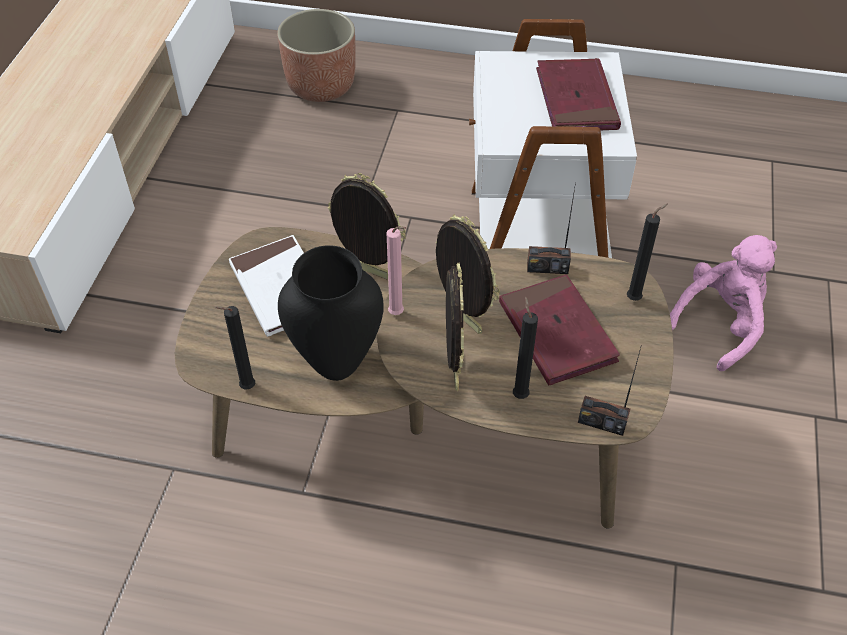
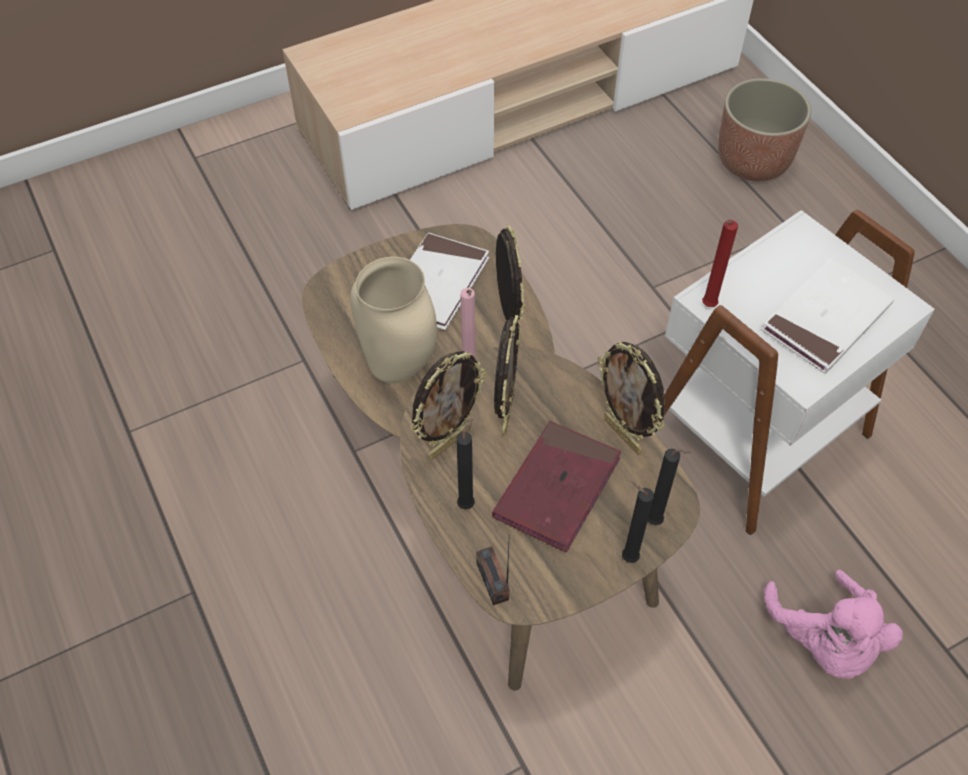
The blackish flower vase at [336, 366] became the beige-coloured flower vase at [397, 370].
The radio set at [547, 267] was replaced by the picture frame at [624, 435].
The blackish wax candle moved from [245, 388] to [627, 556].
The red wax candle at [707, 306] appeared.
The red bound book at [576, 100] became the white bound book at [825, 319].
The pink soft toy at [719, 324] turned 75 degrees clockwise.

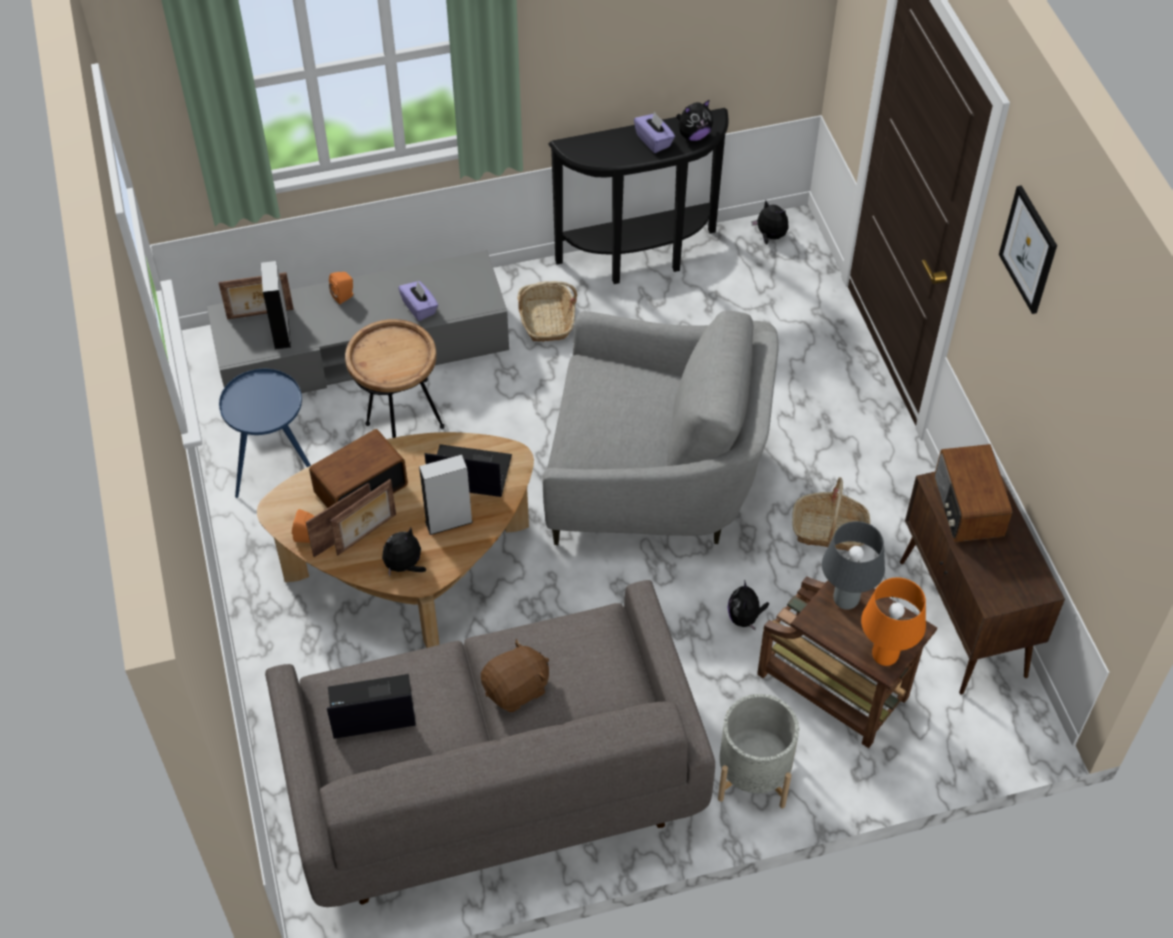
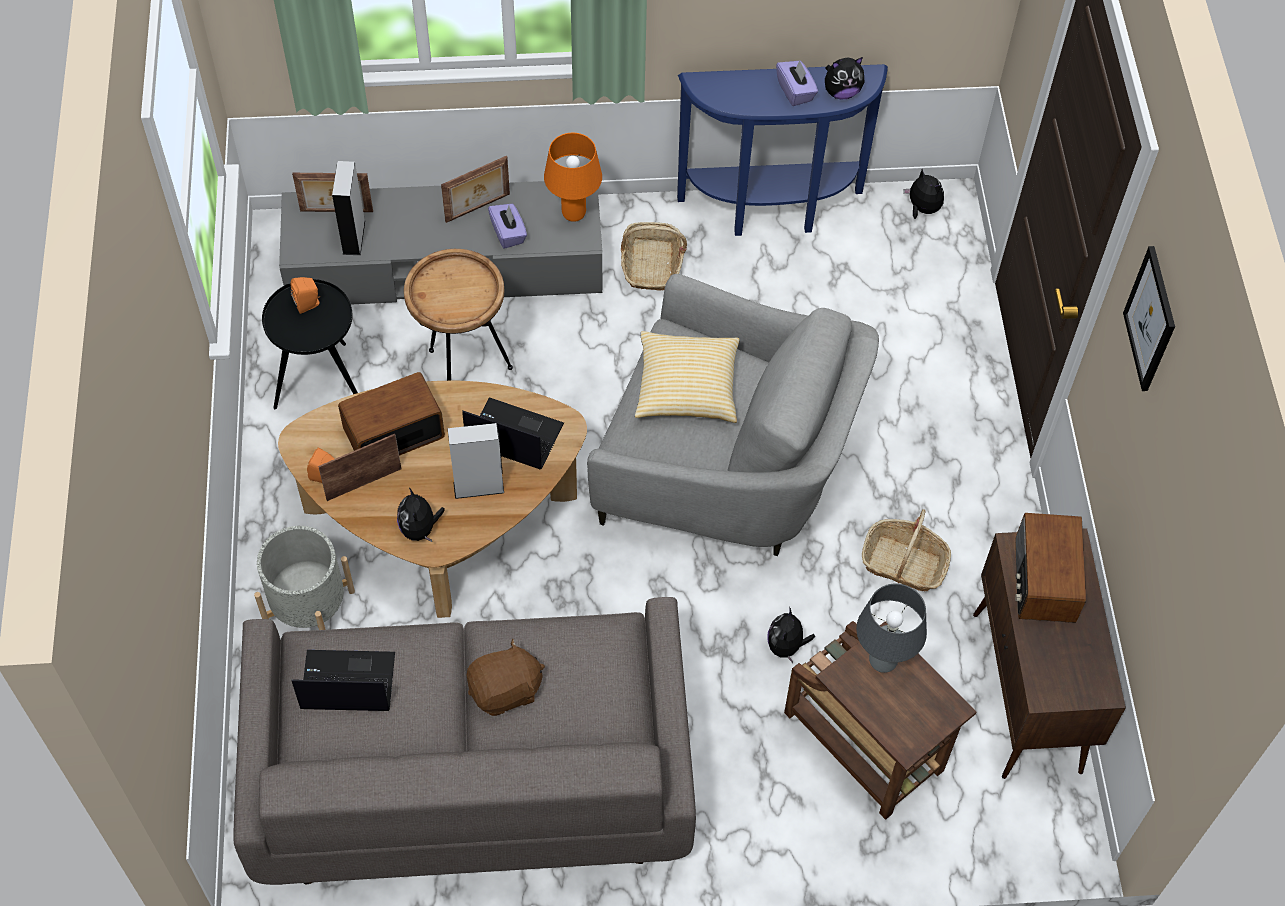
The gray plant pot moved from [753, 774] to [310, 608].
The bluish accent table at [277, 472] became the blackish accent table at [323, 388].
The orange-coloured audio speaker moved from [344, 296] to [308, 304].
The soft toy at [404, 566] turned 75 degrees counterclockwise.
The picture frame moved from [367, 535] to [478, 209].
The orange-coloured lamp for a table moved from [885, 657] to [573, 214].
The throw pillow at [687, 388] appeared.
The blackish hall table at [641, 259] became the bluish hall table at [772, 212].

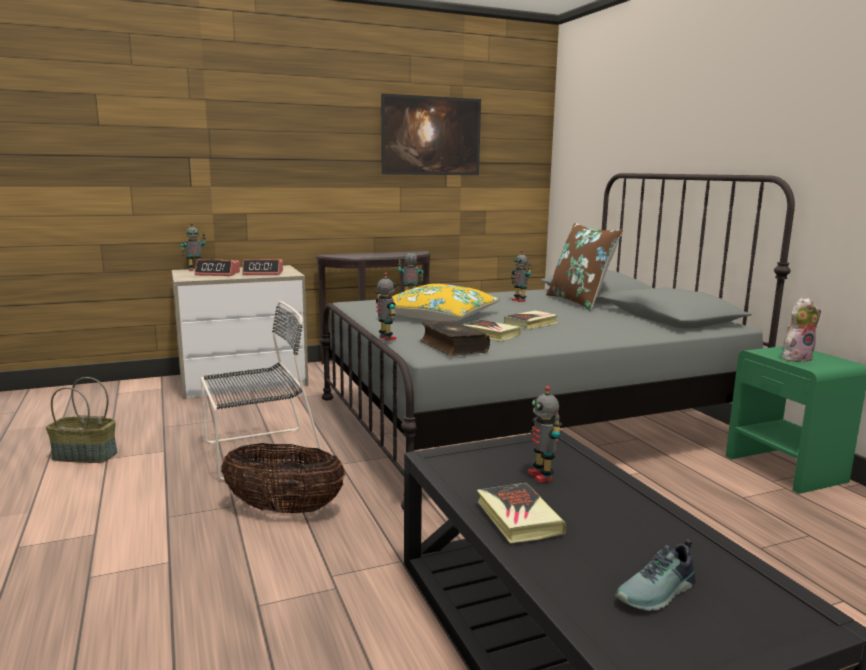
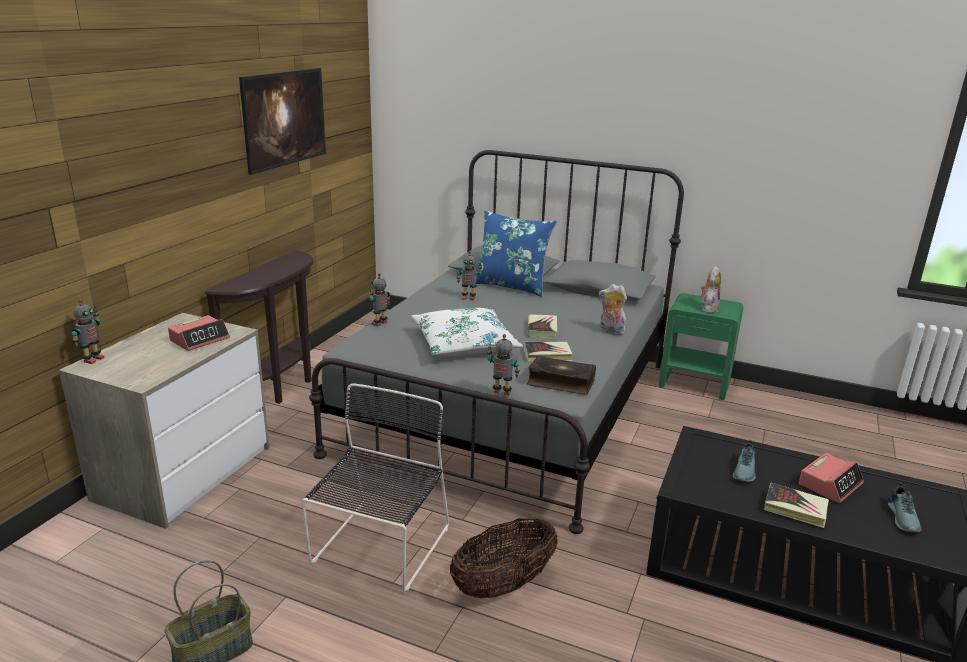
The yellowish throw pillow at [440, 316] became the white throw pillow at [464, 344].
The brown throw pillow at [579, 302] became the bluish throw pillow at [511, 286].
The soft toy at [610, 331] appeared.
The robot figure at [541, 476] was replaced by the item of footwear at [745, 471].
The bedside clock moved from [218, 274] to [830, 484].

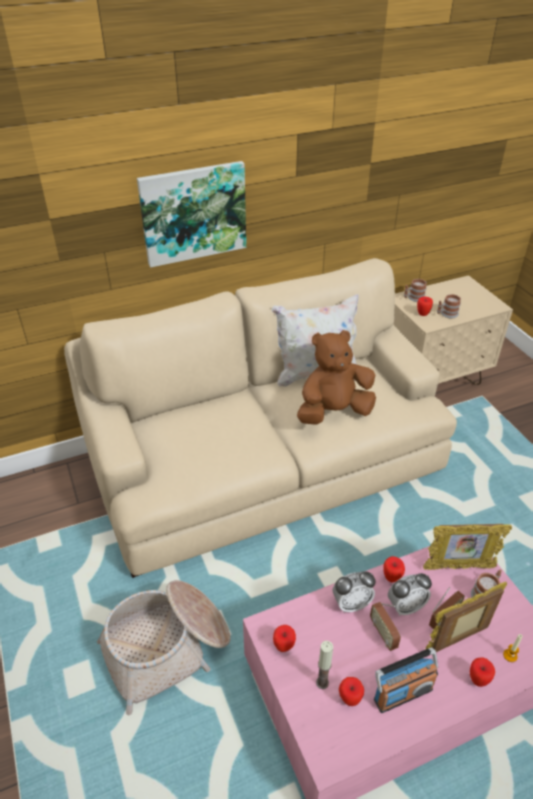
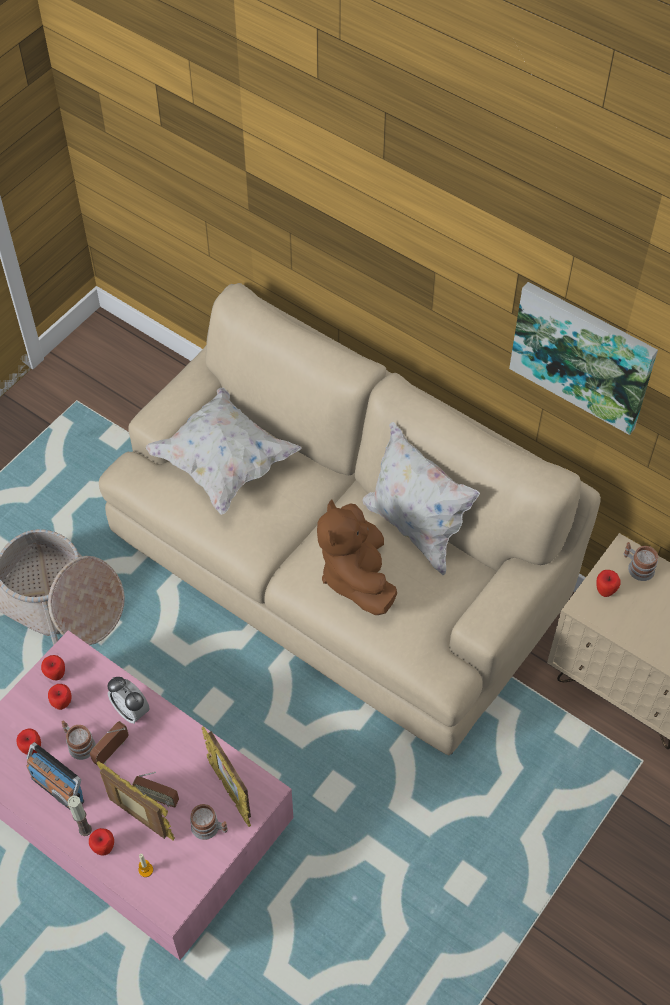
The apple fruit moved from [391, 577] to [62, 704].
The coffee mug moved from [446, 314] to [78, 744].
The wax candle moved from [322, 683] to [85, 829].
The white throw pillow at [223, 464] appeared.
The brown soft toy at [333, 412] turned 135 degrees counterclockwise.
The picture moved from [193, 213] to [583, 355].
The bedside clock at [405, 606] disappeared.

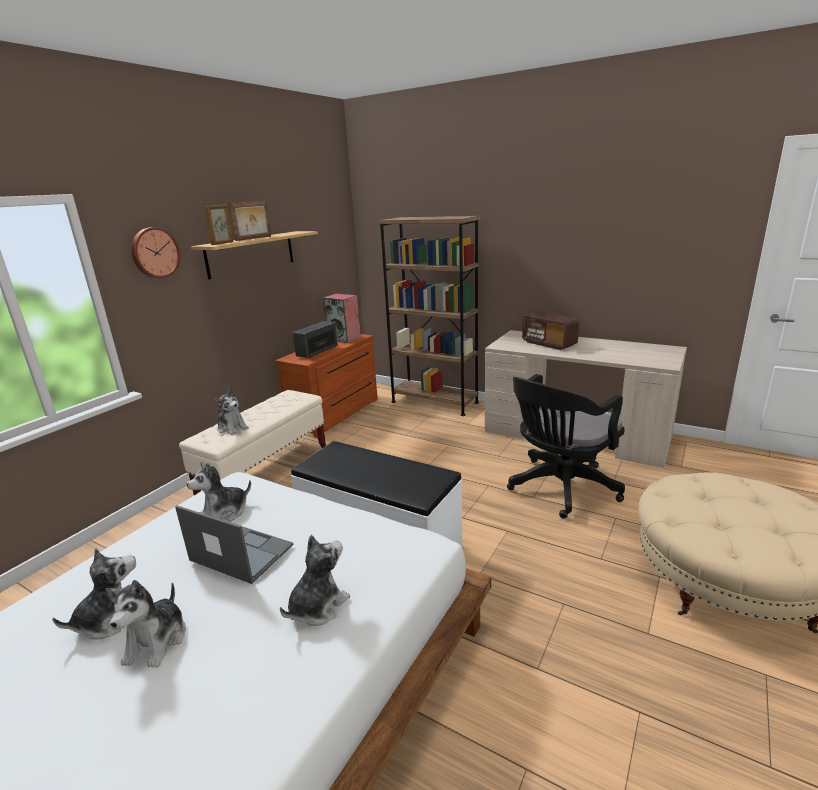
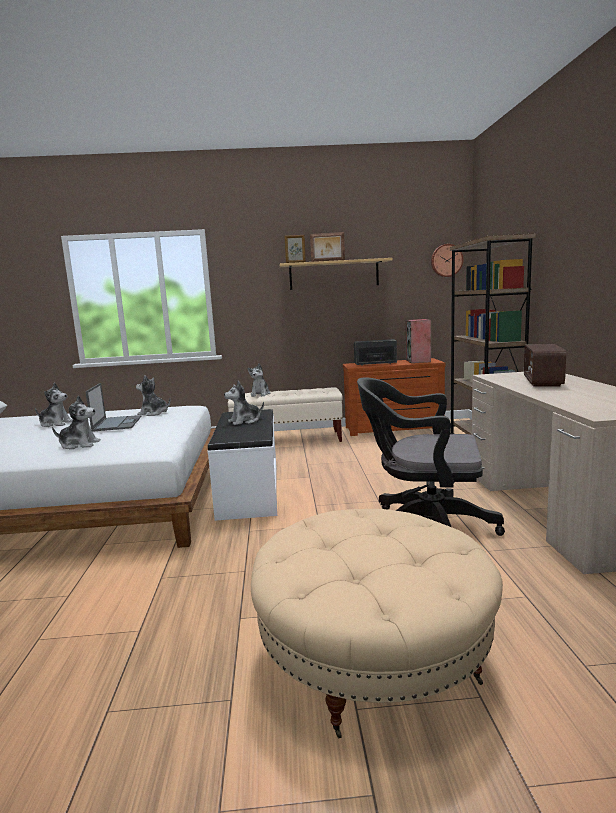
The soft toy moved from [157, 641] to [245, 421].
The hanging clock moved from [154, 253] to [446, 260].

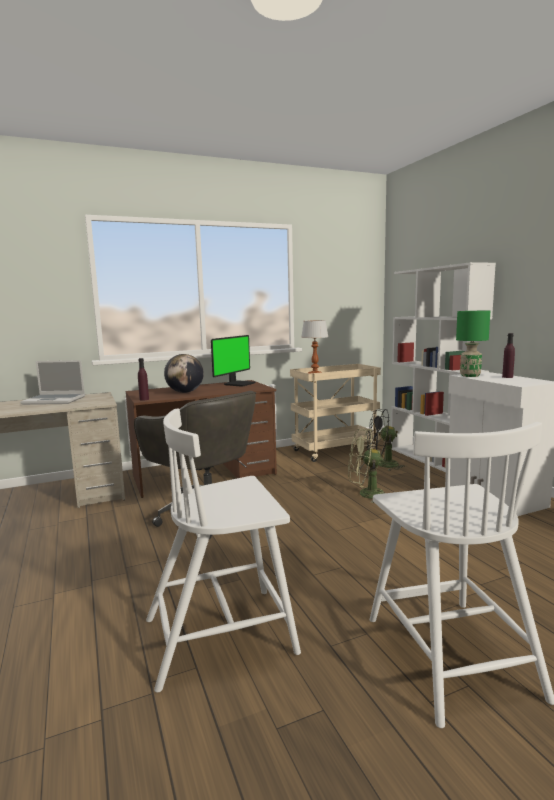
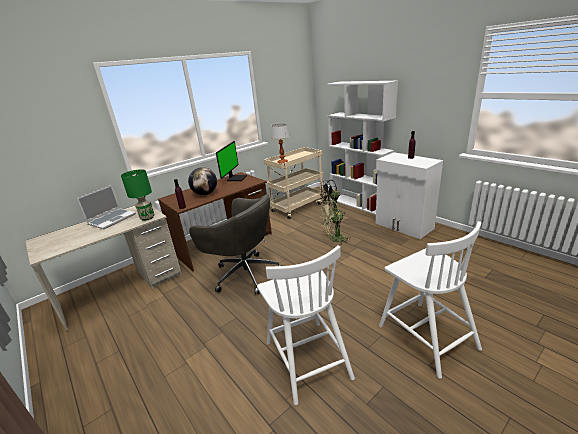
The laptop at [55, 400] turned 45 degrees counterclockwise.
The green-coloured lamp for a table moved from [470, 376] to [148, 218].
The white plain chair at [222, 634] turned 75 degrees counterclockwise.

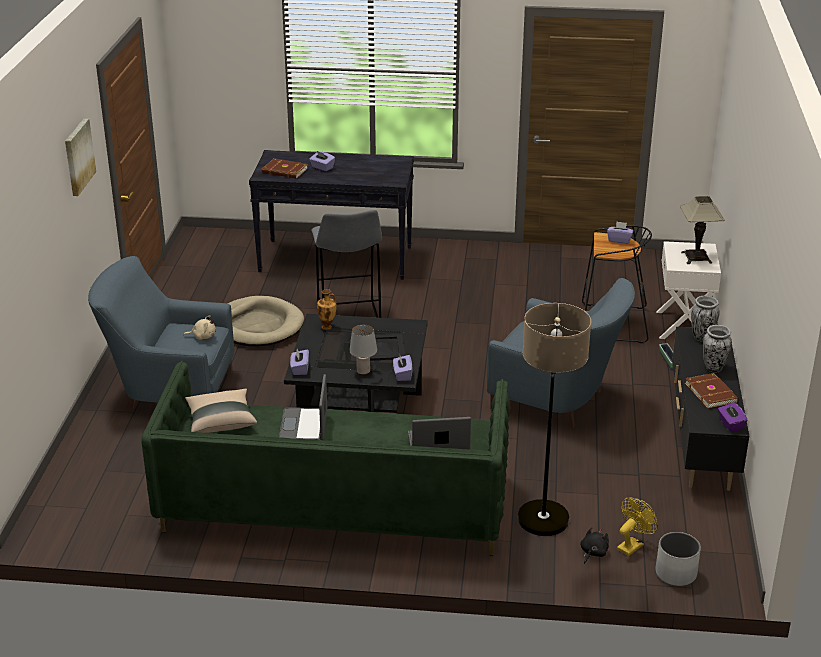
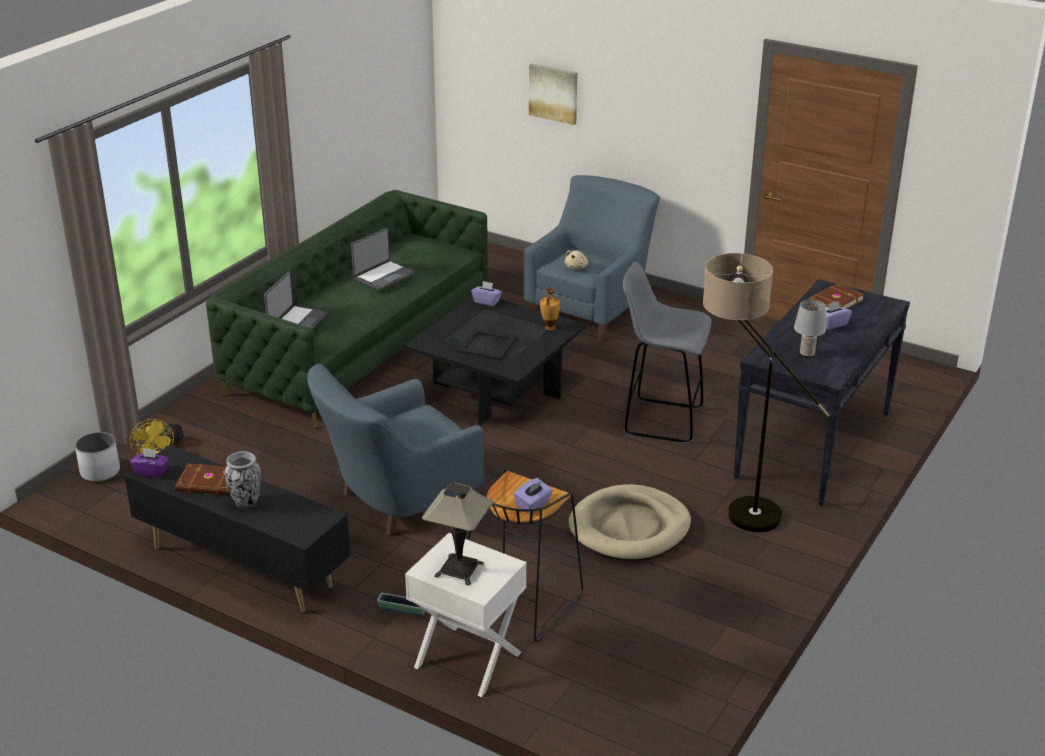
The laptop at [304, 427] turned 105 degrees clockwise.
The picture moved from [78, 156] to [553, 93].
The beige-coloured dog bed moved from [257, 326] to [629, 528].
The floor lamp moved from [542, 533] to [734, 509].
The gray lamp for a table moved from [363, 372] to [807, 354].
The beige-coloured throw pillow at [221, 421] disappeared.
The purplish tissue holder at [402, 375] disappeared.
The flower vase at [701, 337] disappeared.

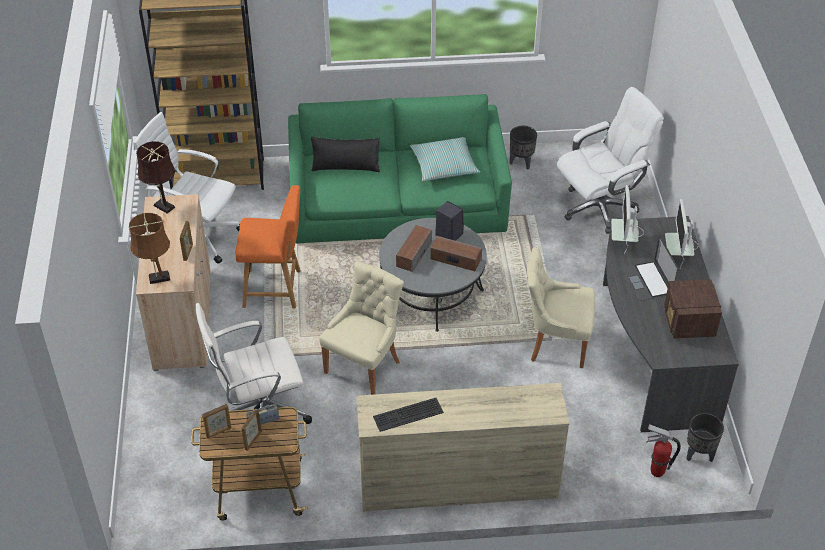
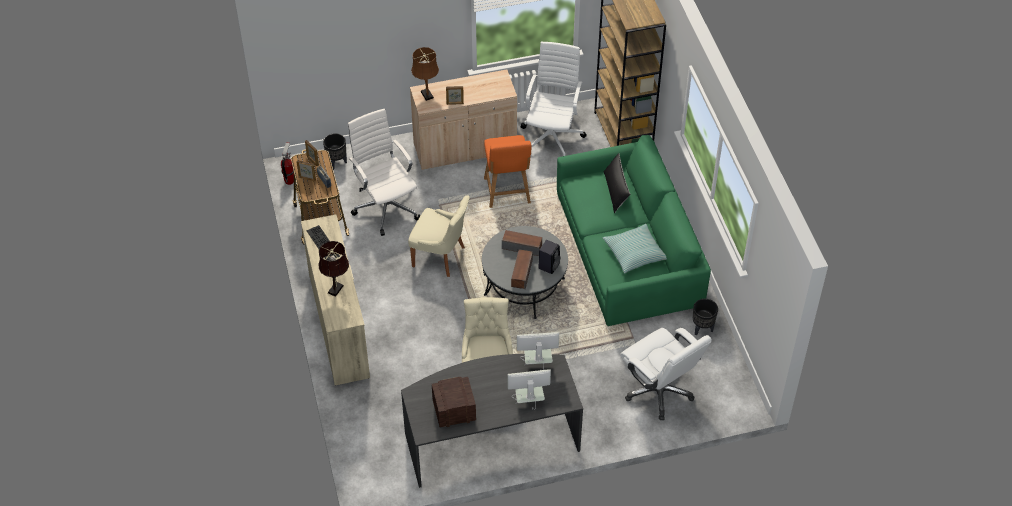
The fire-fighting cylinder moved from [656, 471] to [289, 181].
The brown lamp for a table moved from [162, 205] to [336, 288].
The blackish plant pot moved from [699, 454] to [337, 163].
The laptop at [647, 281] disappeared.

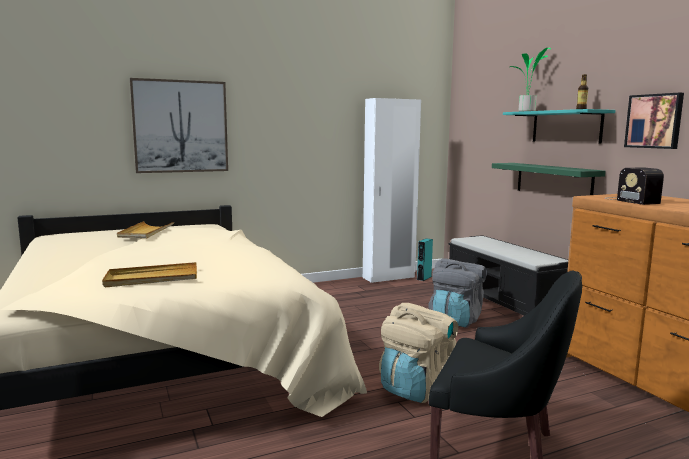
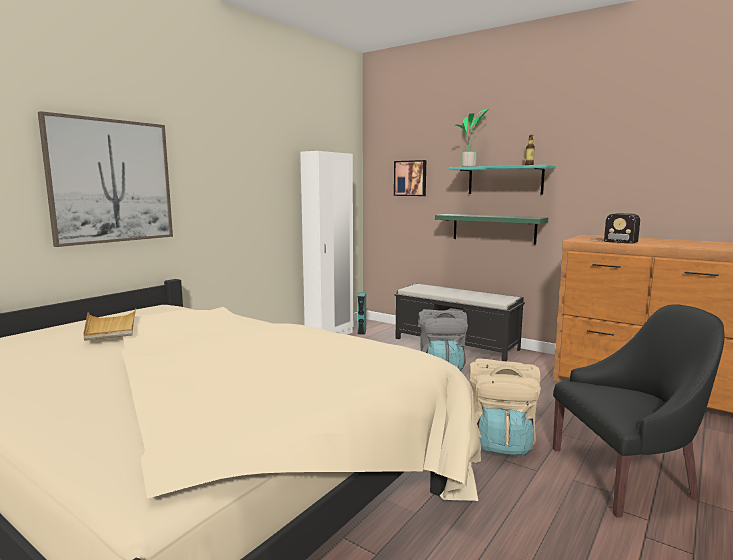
The picture moved from [654, 121] to [410, 178].
The beige-coloured carrying tray at [152, 278] disappeared.

